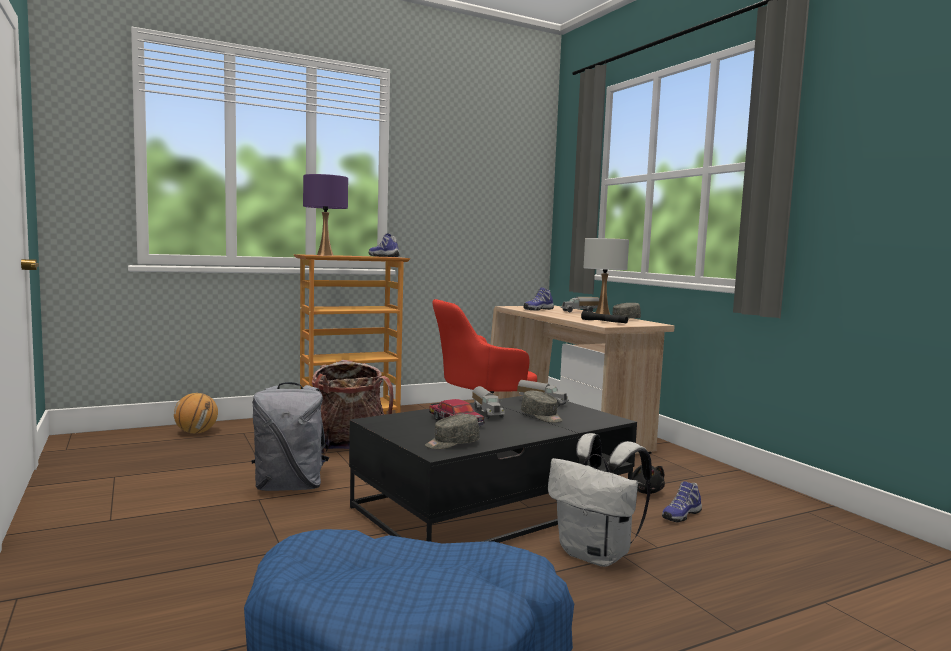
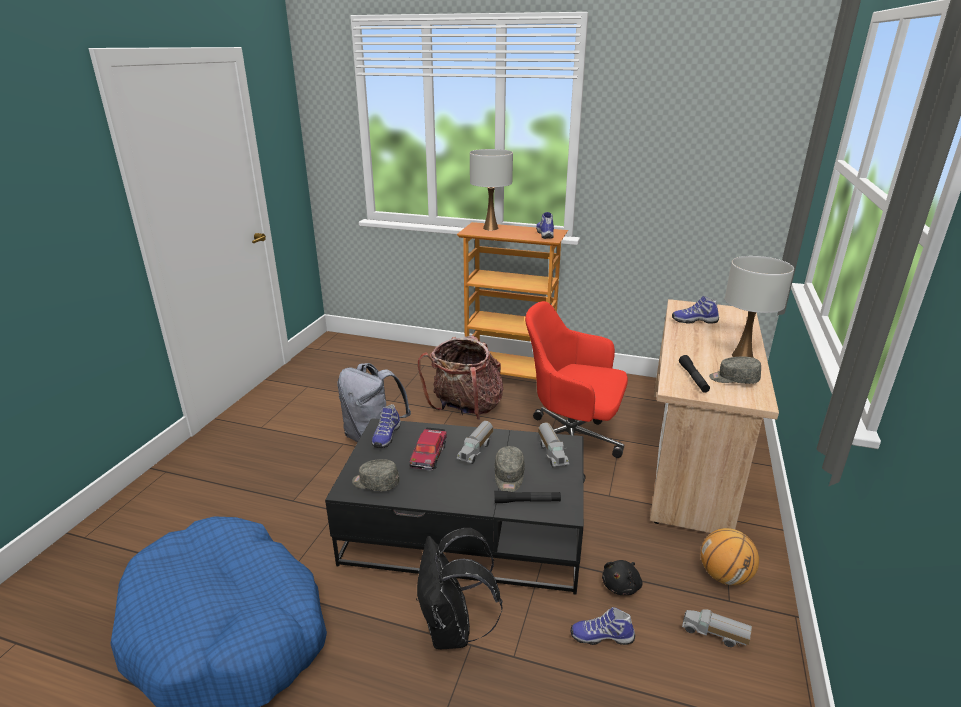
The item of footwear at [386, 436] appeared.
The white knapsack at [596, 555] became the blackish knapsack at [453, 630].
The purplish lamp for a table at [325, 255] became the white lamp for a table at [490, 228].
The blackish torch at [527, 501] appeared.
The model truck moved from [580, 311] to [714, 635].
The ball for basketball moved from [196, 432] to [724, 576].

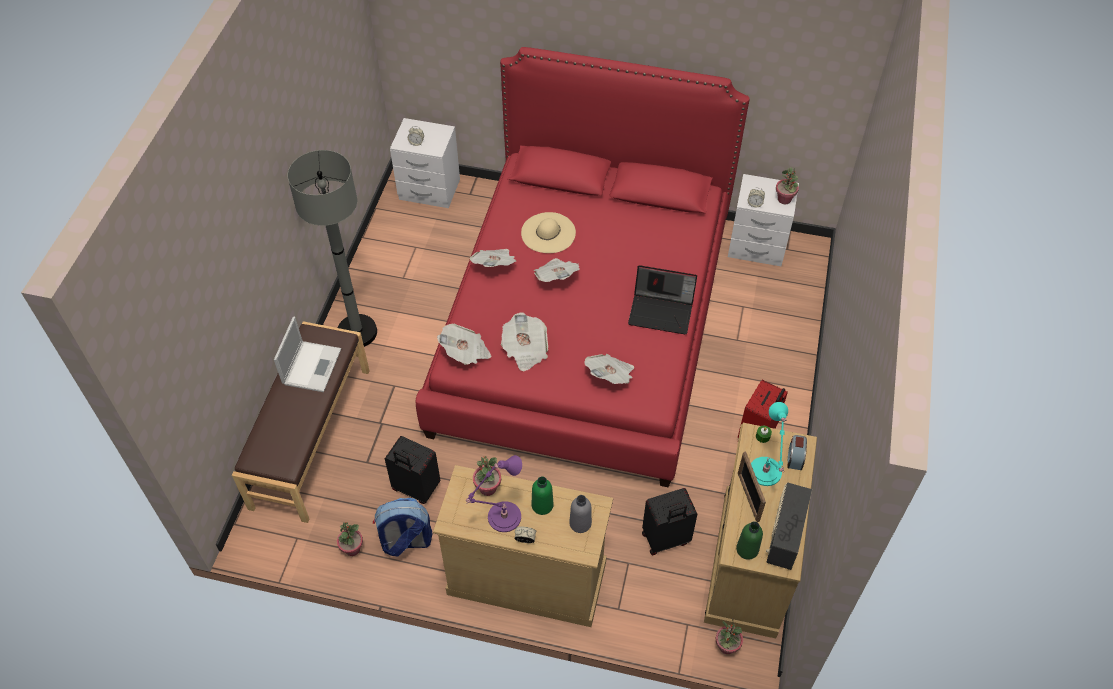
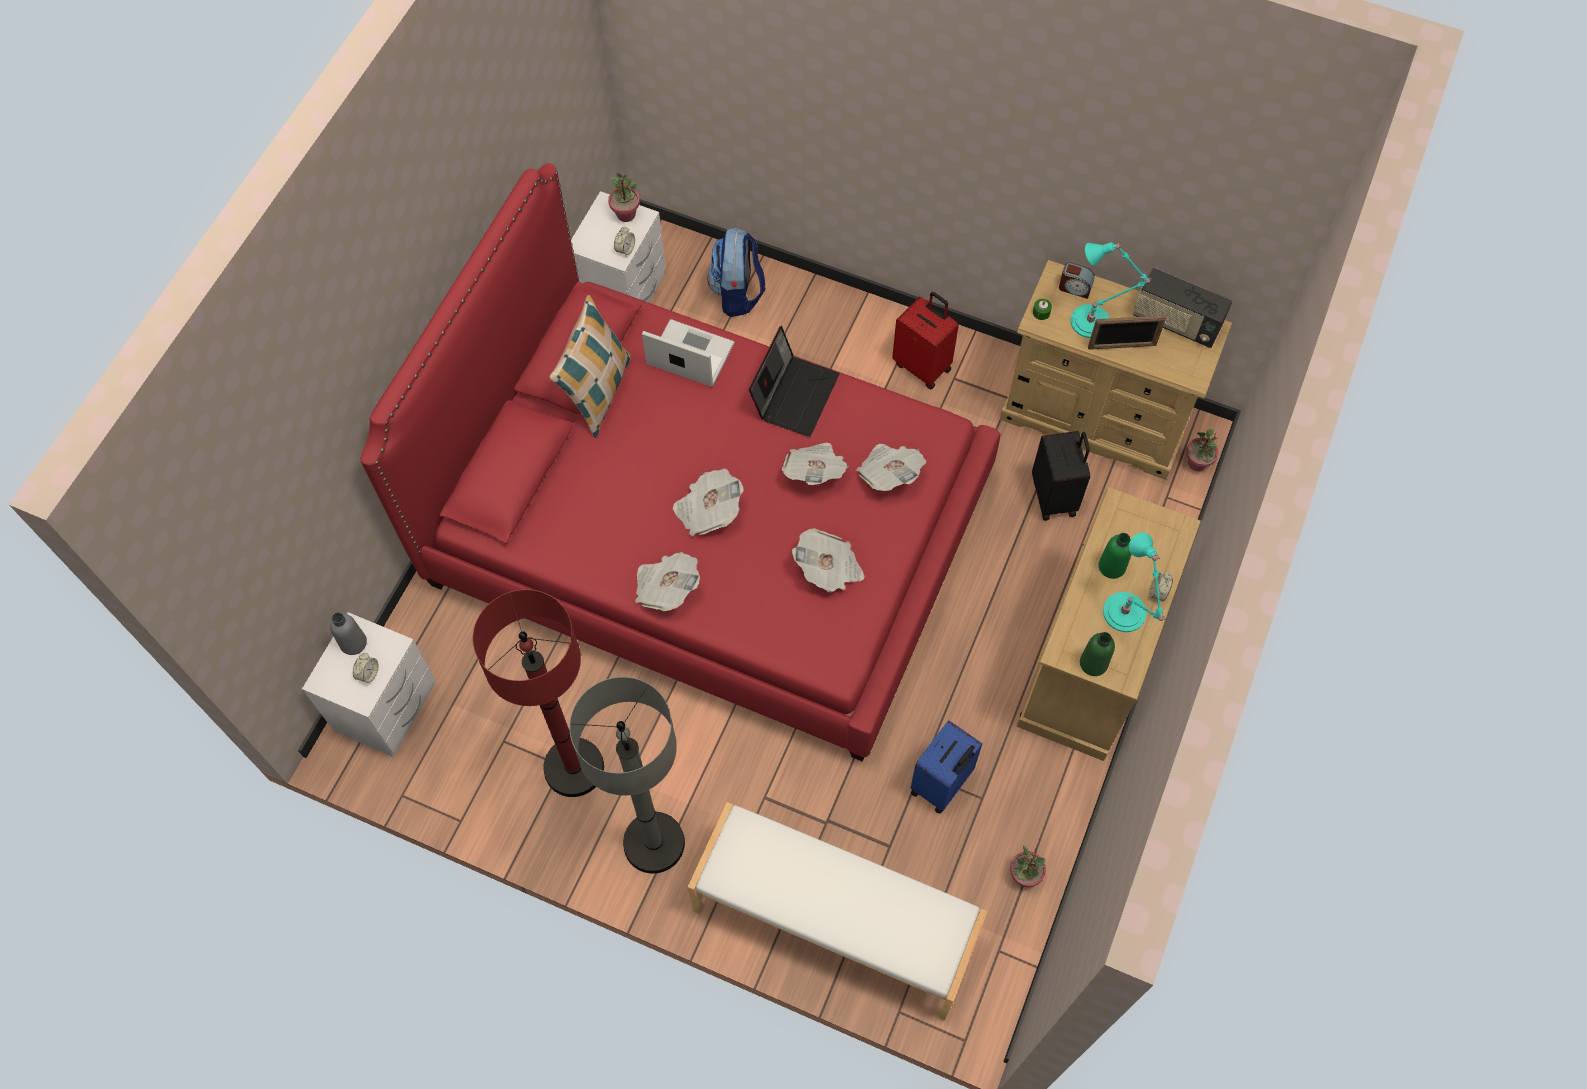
The gray beverage bottle moved from [580, 523] to [353, 643].
The red floor lamp at [574, 768] appeared.
The throw pillow at [598, 392] appeared.
The laptop moved from [312, 365] to [689, 354].
The brown long seat at [310, 437] became the white long seat at [833, 924].
The knapsack moved from [405, 541] to [737, 293].
The daily paper moved from [465, 353] to [815, 471].
The blackish piece of luggage at [415, 489] became the bluish piece of luggage at [942, 784].
The green-coloured beverage bottle moved from [747, 549] to [1093, 663].
The purplish lamp for a table at [501, 518] became the turquoise-coloured lamp for a table at [1125, 616].
The houseplant at [487, 488] disappeared.
The beige-coloured clothing hat at [548, 233] disappeared.

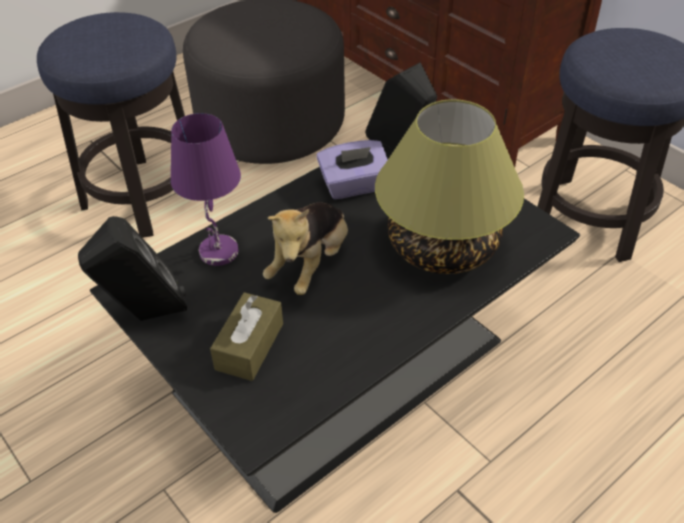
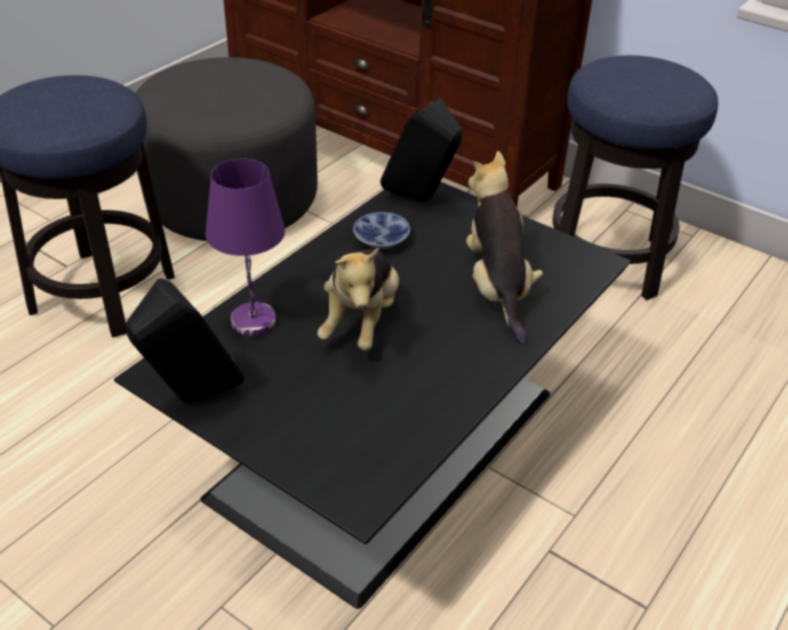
The purplish tissue holder at [354, 186] was replaced by the bowl at [381, 238].
The lamp for a table at [443, 247] was replaced by the soft toy at [497, 288].
The brown tissue holder at [249, 346] disappeared.

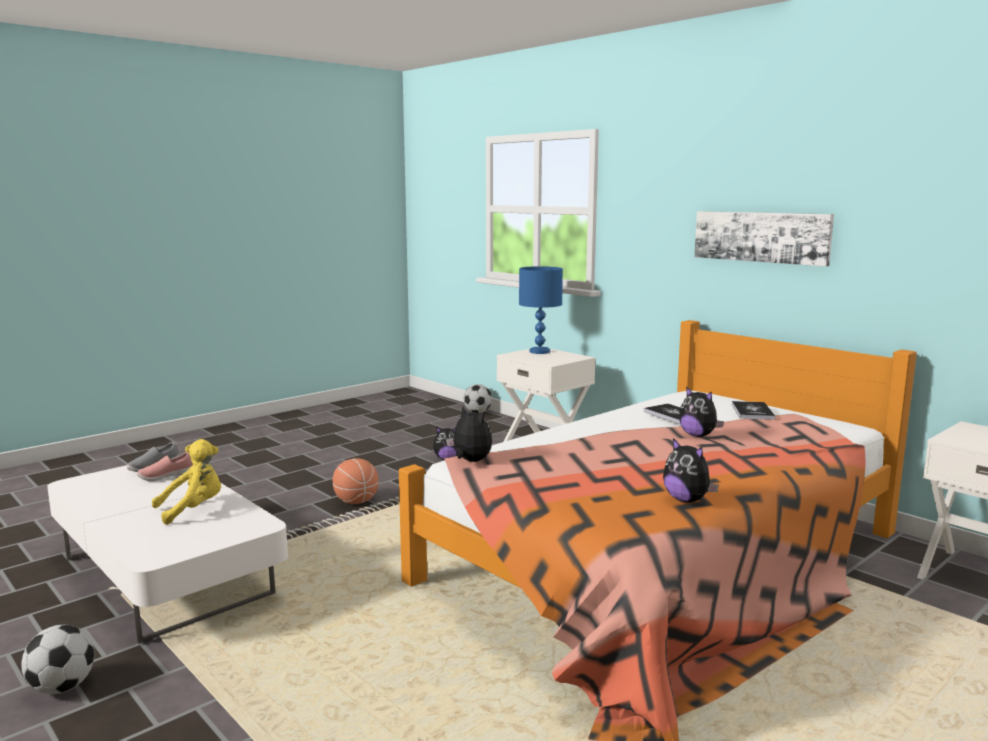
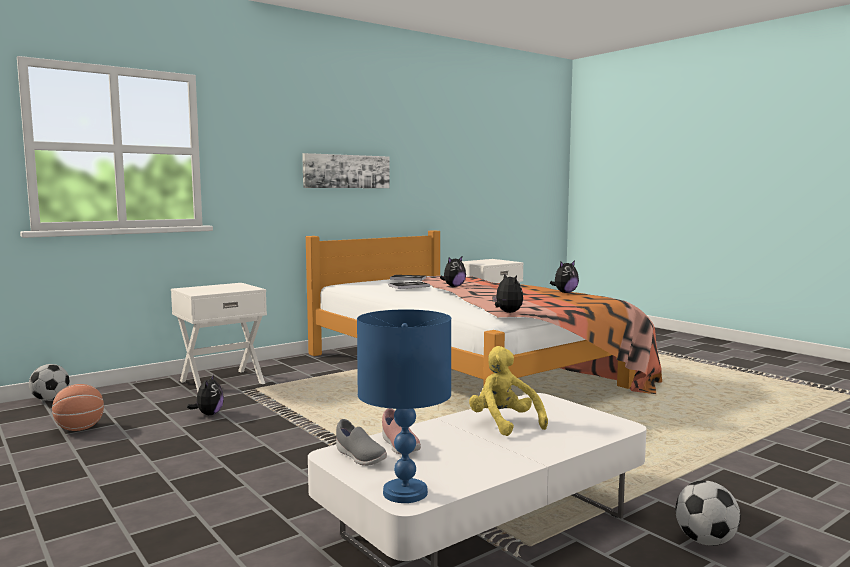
The ball for basketball moved from [356, 501] to [79, 429].
The bluish lamp for a table moved from [539, 351] to [404, 492].
The soft toy at [470, 461] turned 105 degrees clockwise.

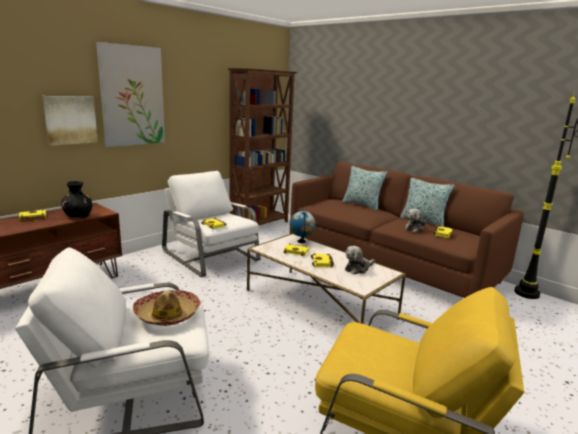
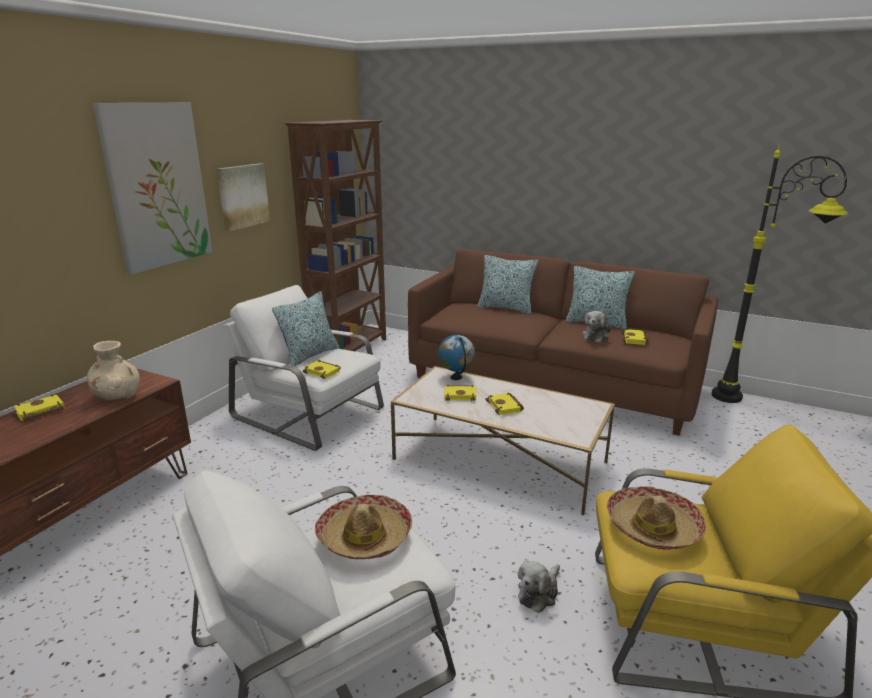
The blackish flower vase at [78, 216] became the beige-coloured flower vase at [118, 396].
The picture moved from [70, 120] to [242, 196].
The throw pillow at [310, 355] appeared.
The soft toy moved from [358, 268] to [539, 592].
The clothing hat at [653, 527] appeared.

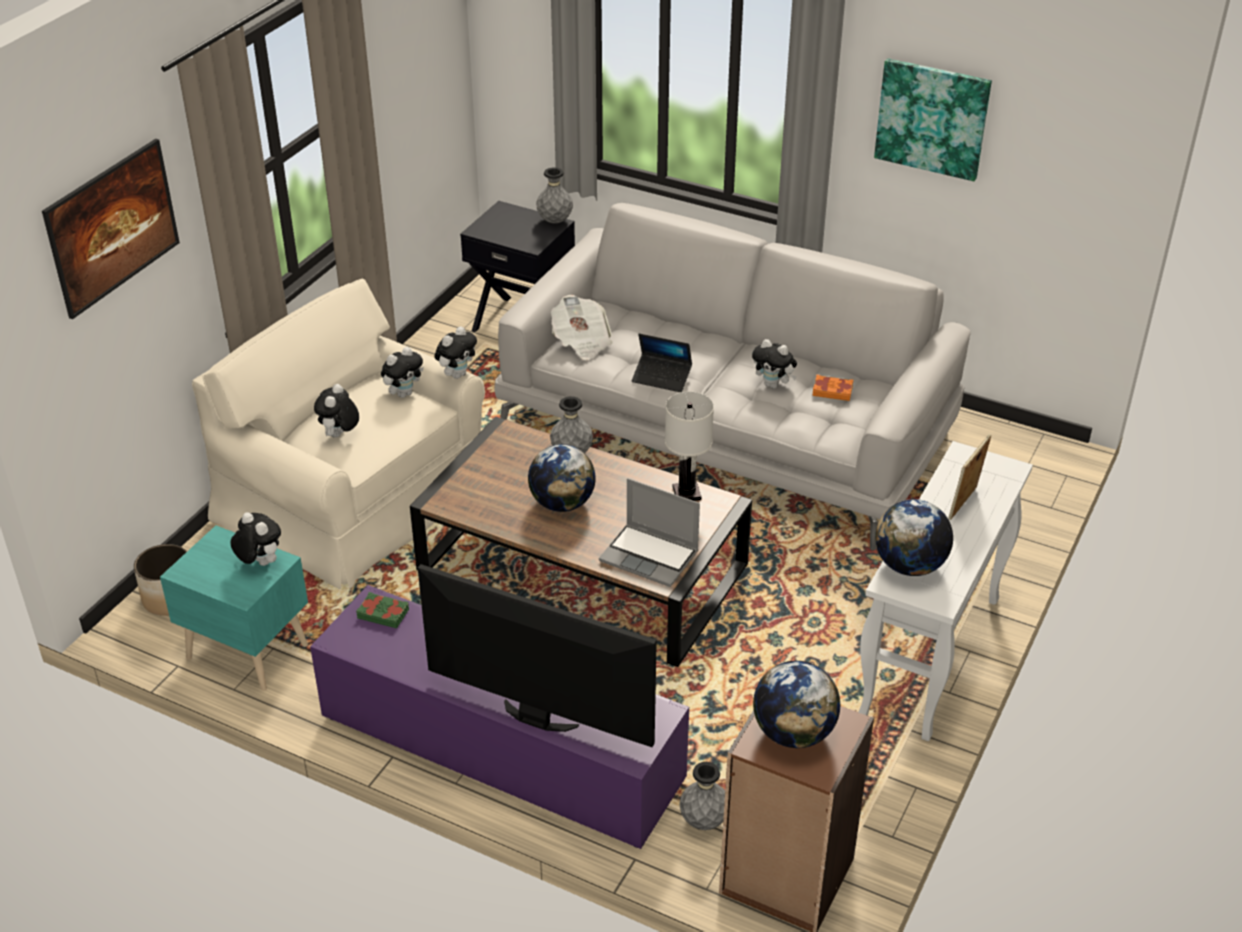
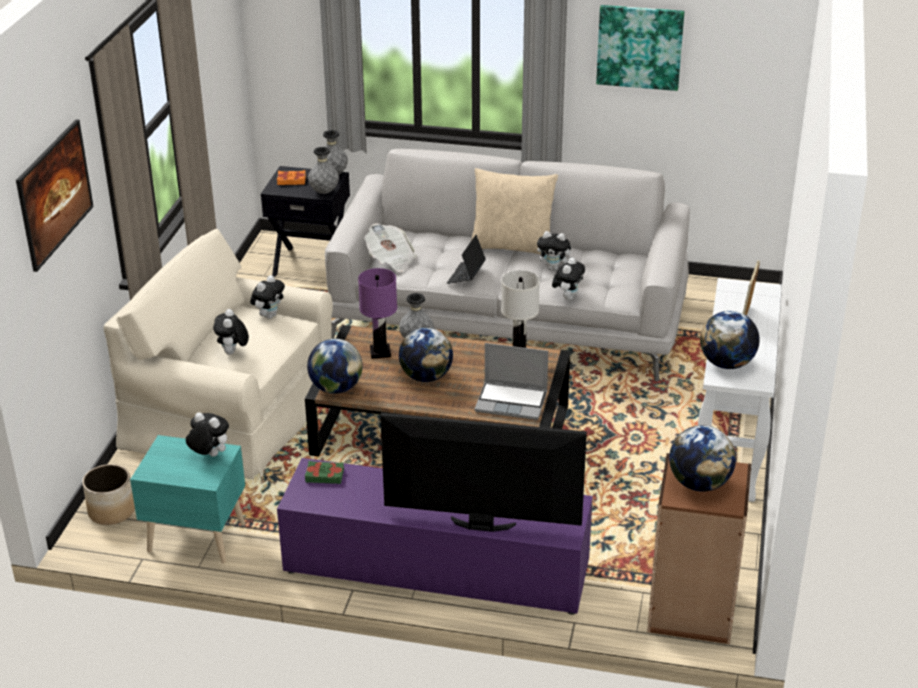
The orange-coloured bound book moved from [832, 391] to [291, 180].
The desk globe at [336, 388] appeared.
The gray flower vase moved from [703, 821] to [324, 192].
The purplish lamp for a table at [380, 352] appeared.
The laptop at [662, 378] turned 105 degrees clockwise.
The beige-coloured throw pillow at [512, 246] appeared.
The soft toy moved from [457, 374] to [568, 297].

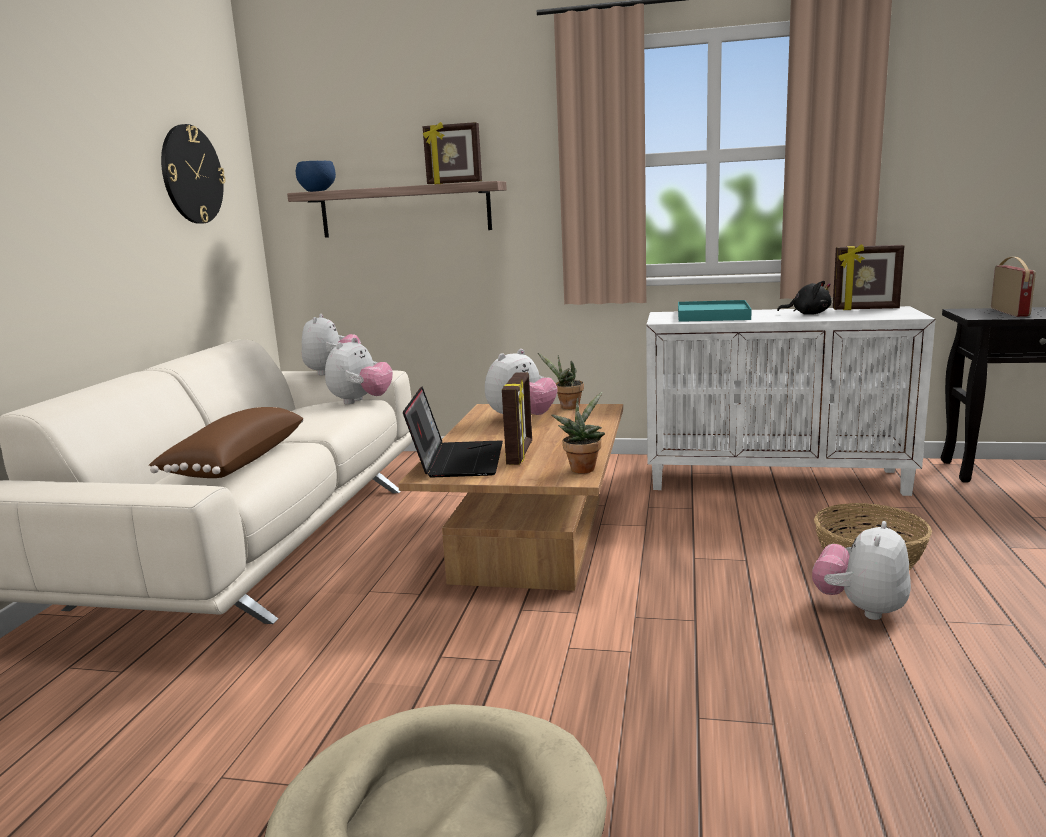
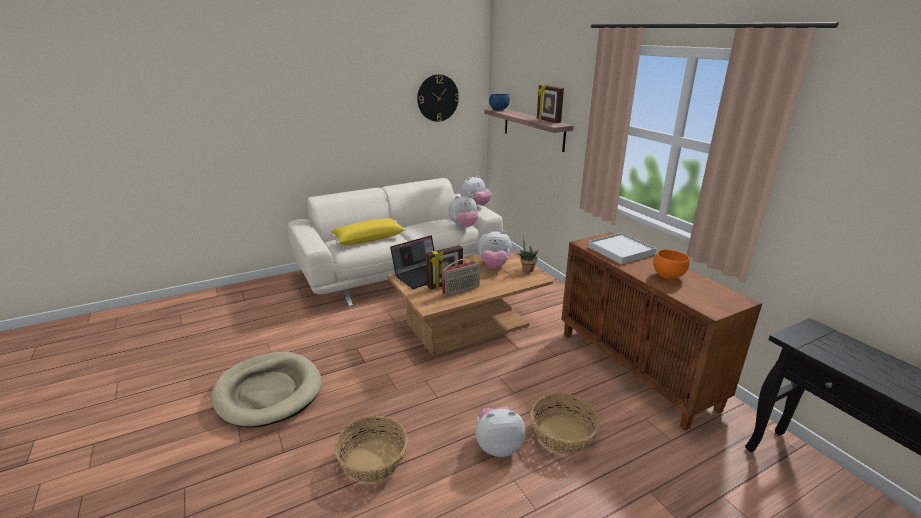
The brown throw pillow at [234, 462] became the yellowish throw pillow at [368, 239].
The basket at [373, 461] appeared.
The radio set moved from [1010, 312] to [461, 290].
The white cabinet at [775, 479] became the brown cabinet at [636, 369].
The turquoise-coloured carrying tray at [713, 315] became the white carrying tray at [621, 251].
The blackish soft toy at [808, 314] was replaced by the orange-coloured bowl at [668, 276].
The houseplant at [582, 468] disappeared.
The picture frame at [865, 309] disappeared.

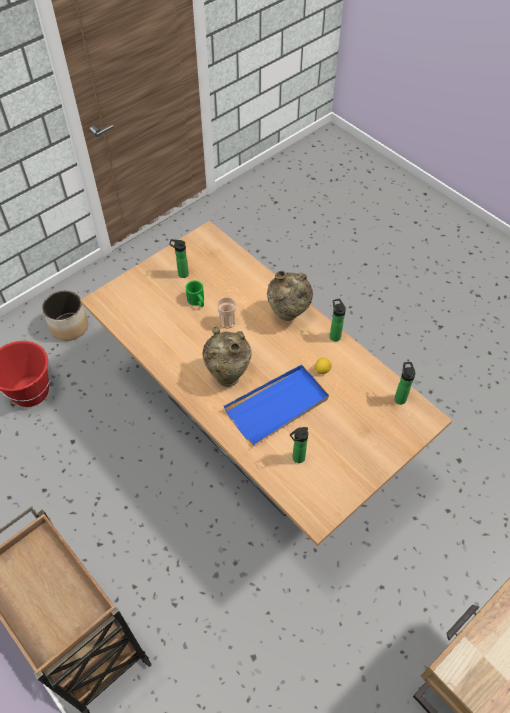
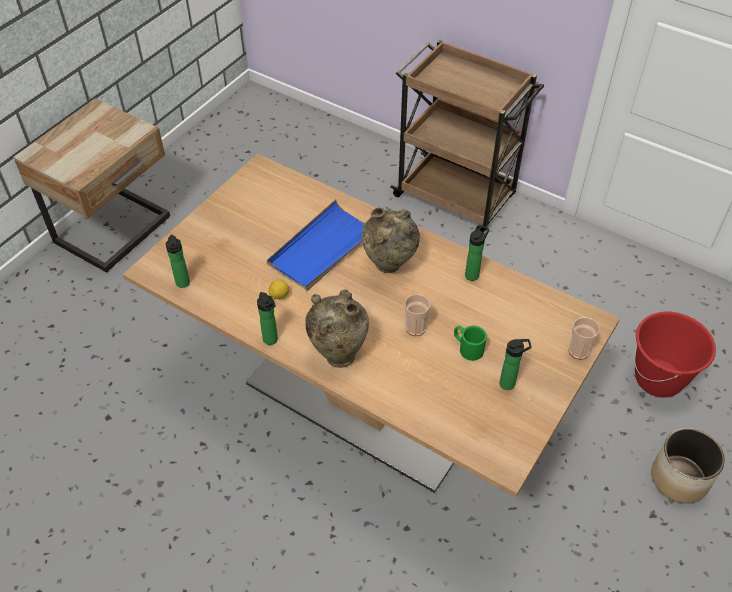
The beverage bottle moved from [296, 458] to [473, 274].
The small cup at [578, 351] appeared.

